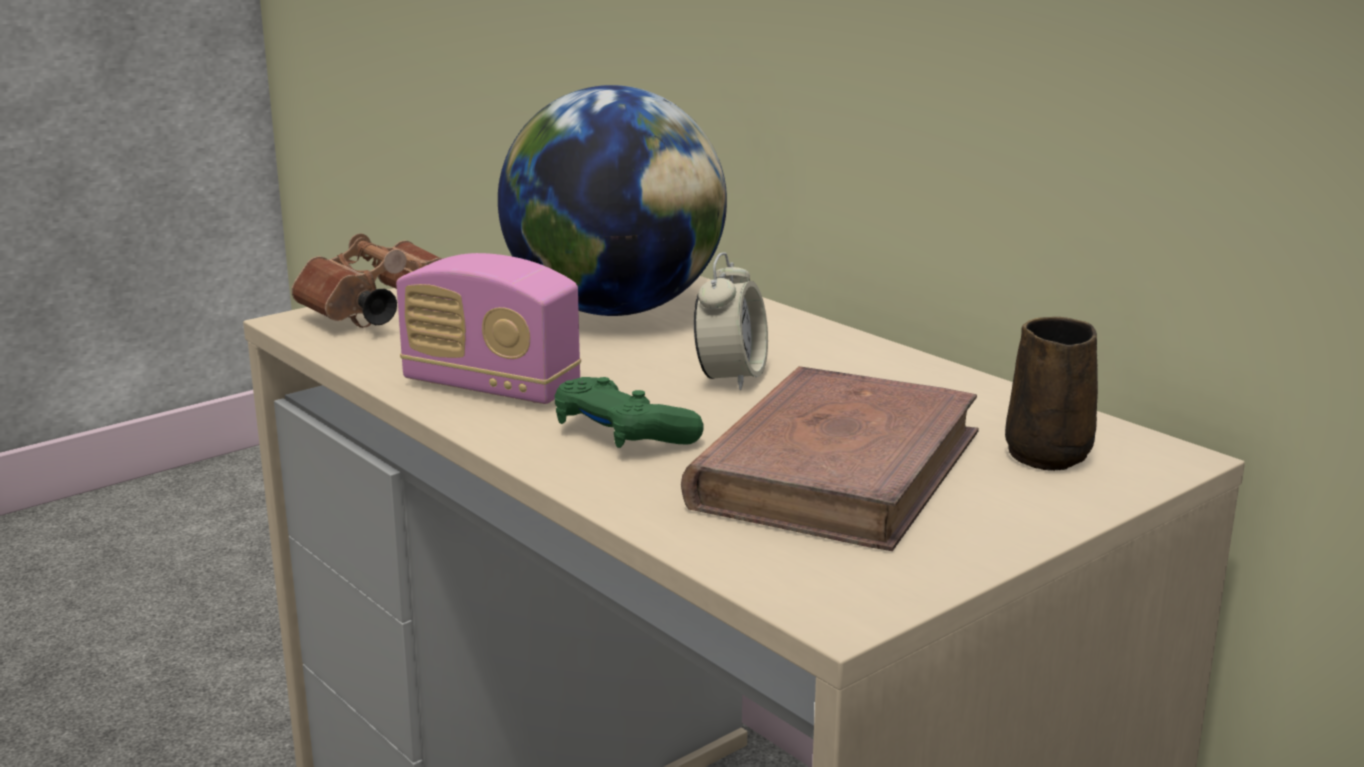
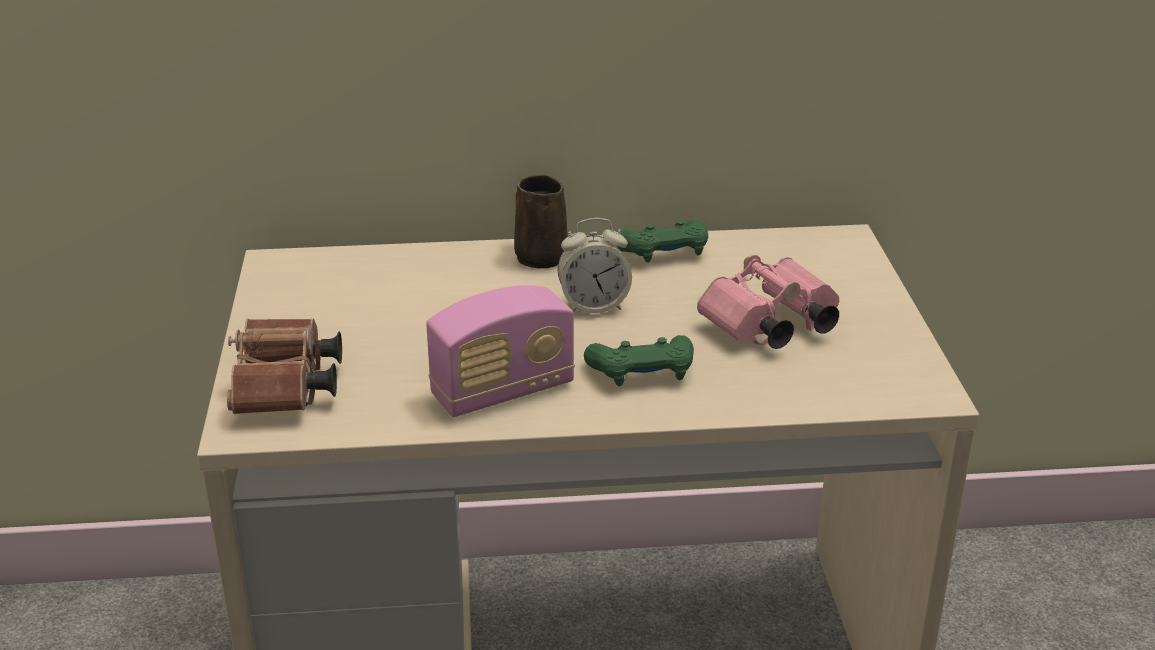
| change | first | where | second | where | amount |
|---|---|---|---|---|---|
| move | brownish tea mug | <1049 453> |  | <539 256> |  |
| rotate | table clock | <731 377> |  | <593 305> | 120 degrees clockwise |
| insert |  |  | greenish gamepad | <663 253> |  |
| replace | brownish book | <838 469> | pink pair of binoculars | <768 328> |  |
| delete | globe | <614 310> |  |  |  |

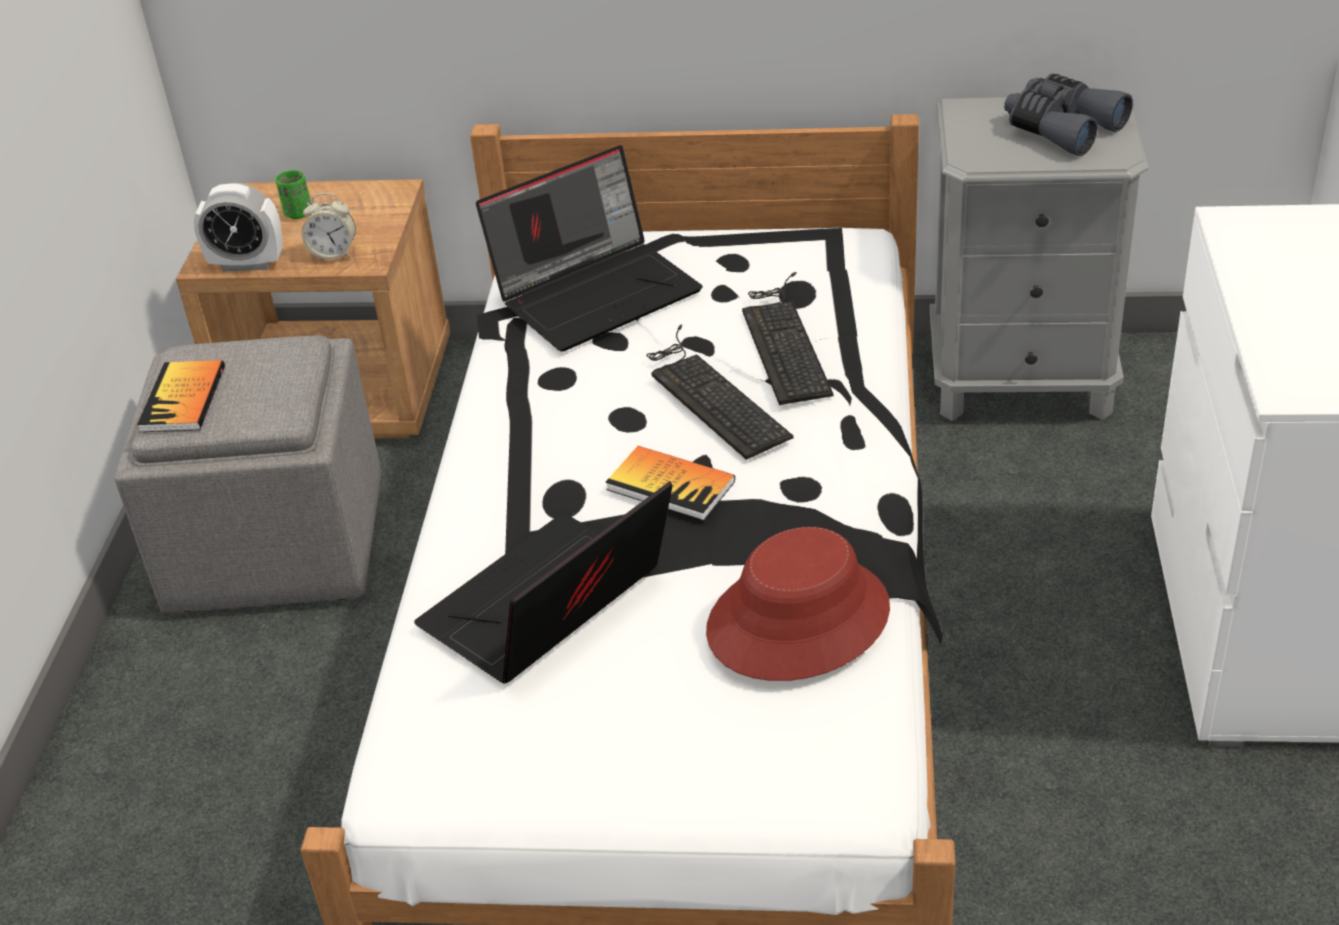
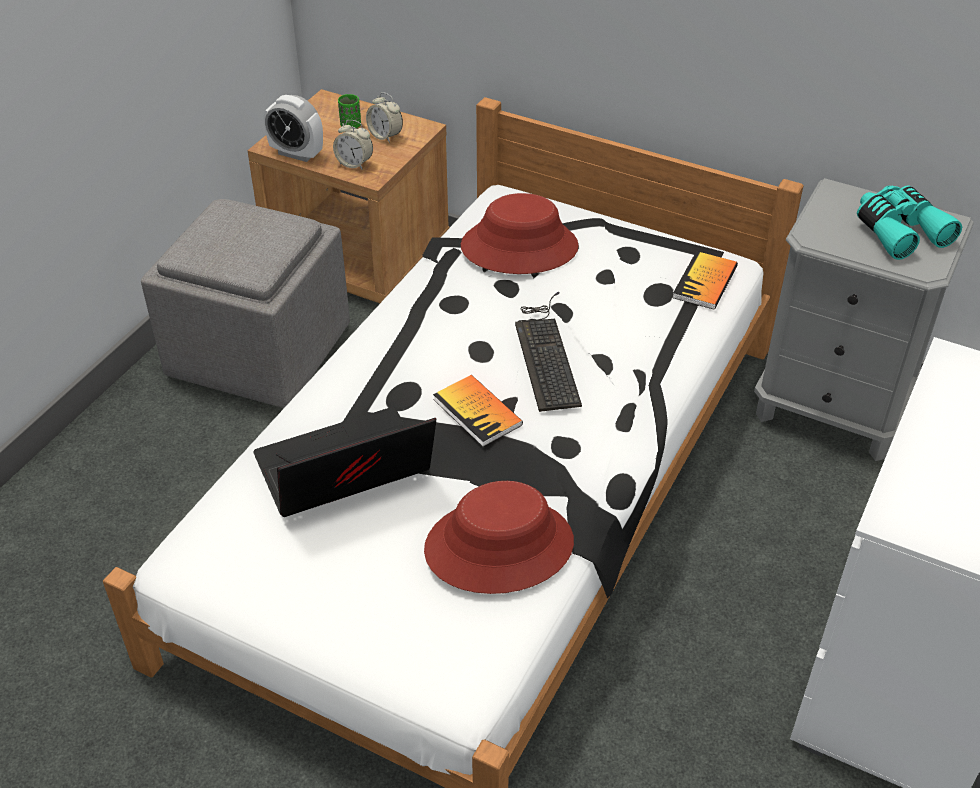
| change | first | where | second | where | amount |
|---|---|---|---|---|---|
| insert |  |  | table clock | <385 136> |  |
| replace | notebook computer | <597 292> | red-coloured hat | <519 247> |  |
| move | book | <183 399> |  | <705 282> |  |
| recolor | grey pair of binoculars | <1061 128> | blue-green pair of binoculars | <899 231> |  |
| delete | keyboard | <784 340> |  |  |  |

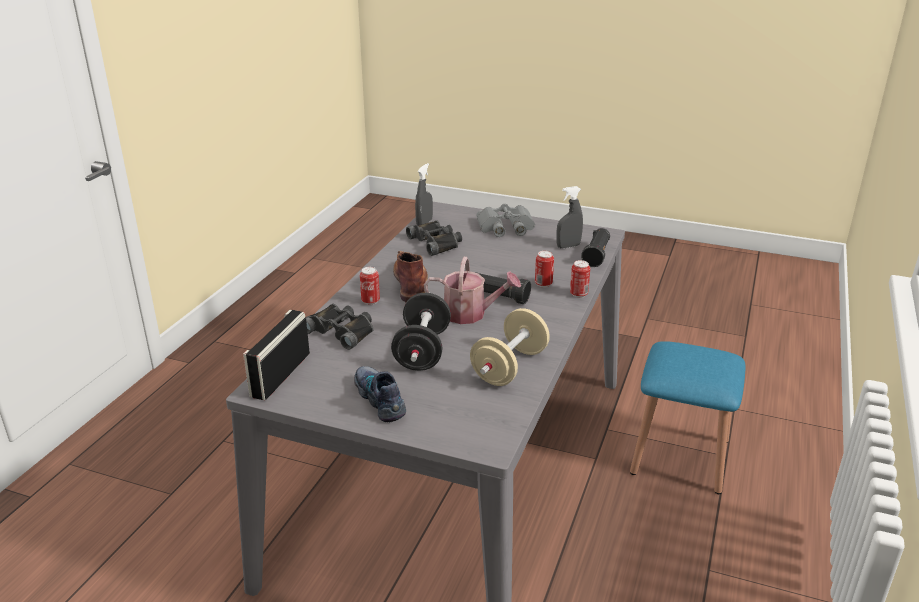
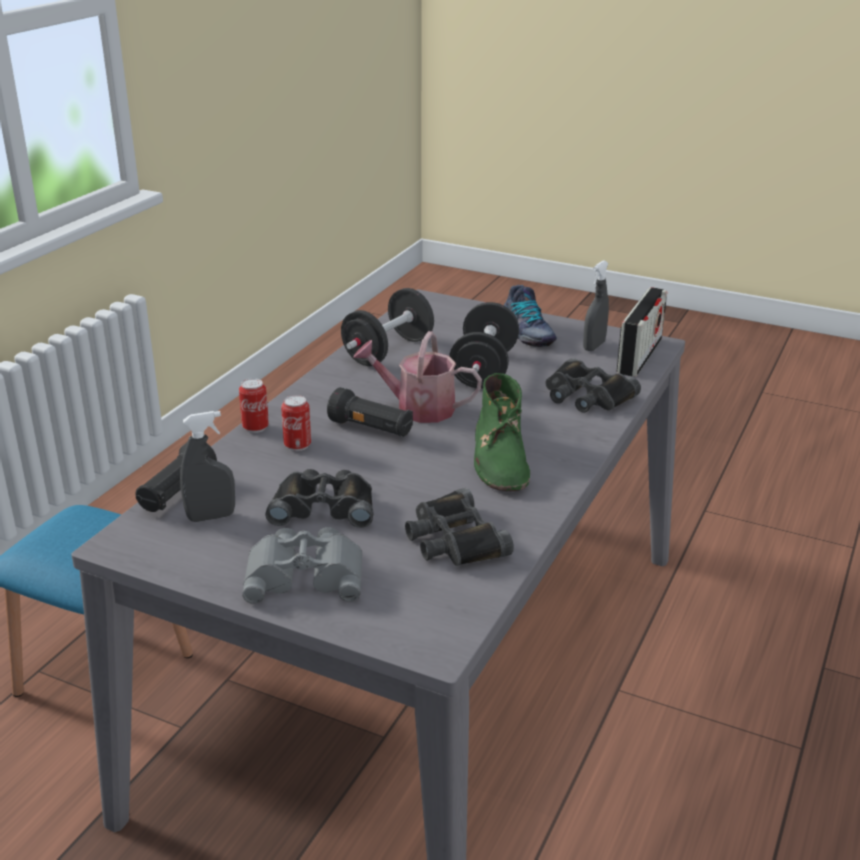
| change | first | where | second | where | amount |
|---|---|---|---|---|---|
| insert |  |  | blackish pair of binoculars | <323 506> |  |
| recolor | beige hand weight | <509 367> | blackish hand weight | <388 351> |  |
| recolor | brownish high-top boot | <411 282> | greenish high-top boot | <500 459> |  |
| move | grey hand sprayer | <424 223> |  | <594 346> |  |
| delete | can | <370 301> |  |  |  |

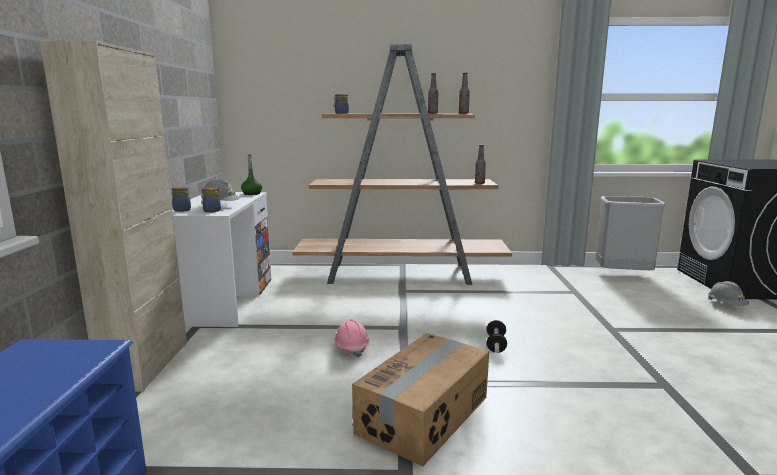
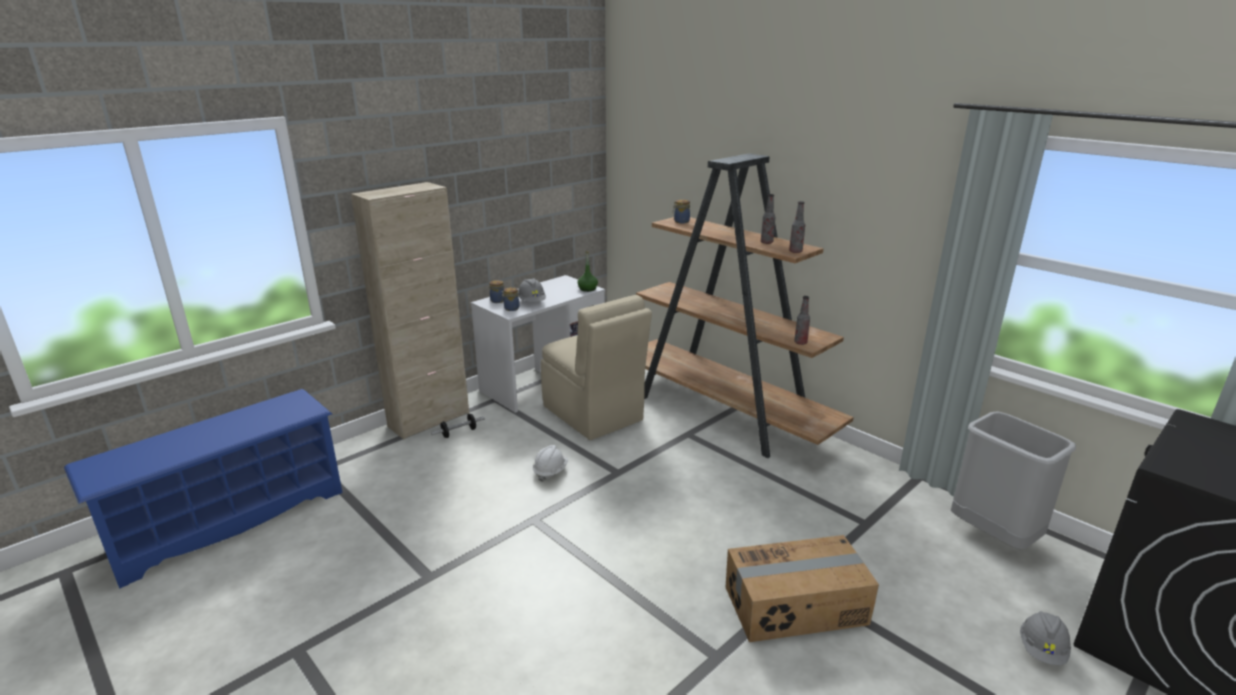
| change | first | where | second | where | amount |
|---|---|---|---|---|---|
| move | hand weight | <496 345> |  | <459 432> |  |
| recolor | pink hard hat | <351 348> | whitish hard hat | <550 471> |  |
| insert |  |  | beige upright chair | <594 414> |  |
| move | cardboard box | <425 415> |  | <796 606> |  |

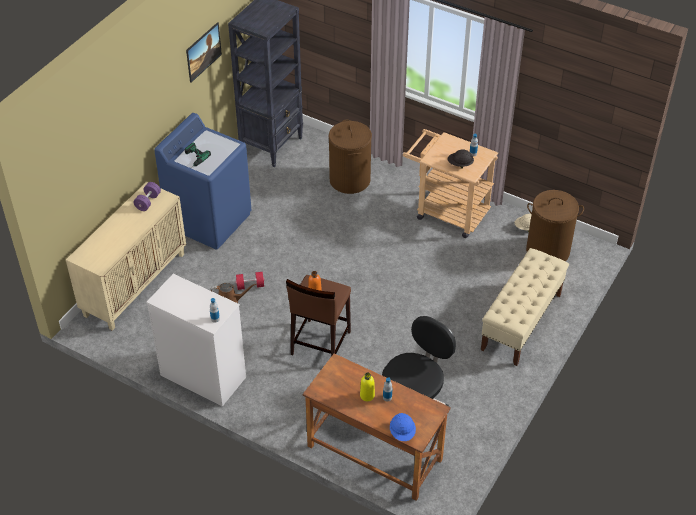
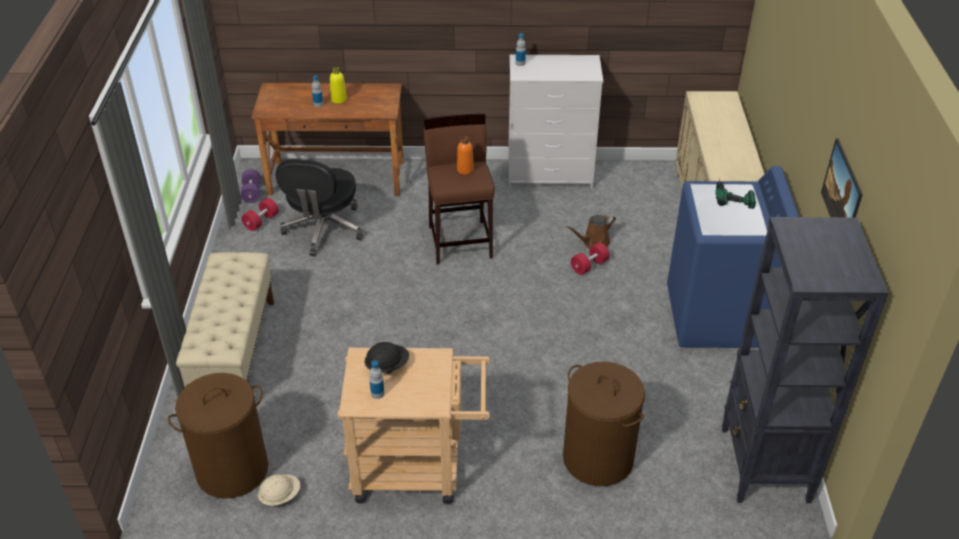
| change | first | where | second | where | amount |
|---|---|---|---|---|---|
| move | purple hand weight | <148 202> |  | <252 193> |  |
| insert |  |  | red-coloured hand weight | <261 221> |  |
| delete | bluish hard hat | <402 432> |  |  |  |

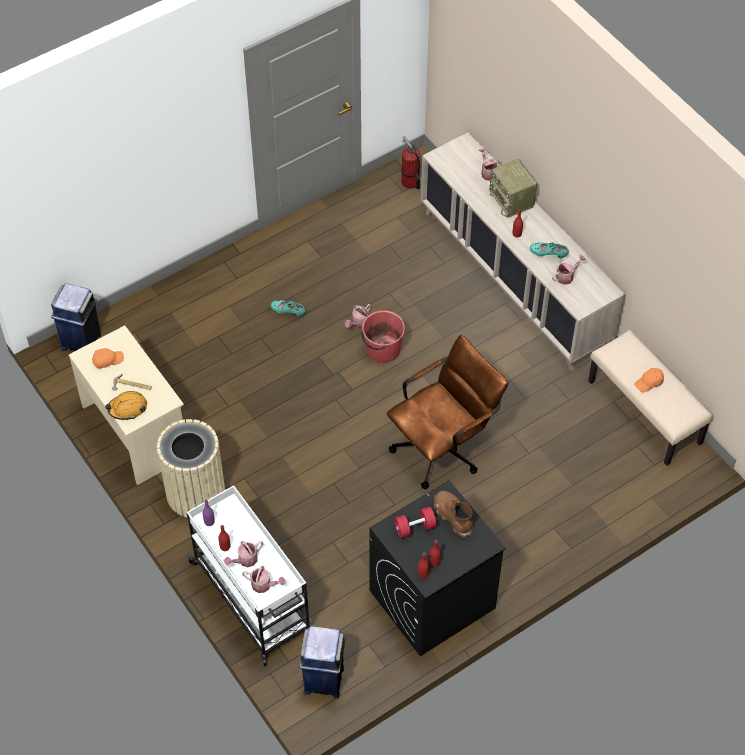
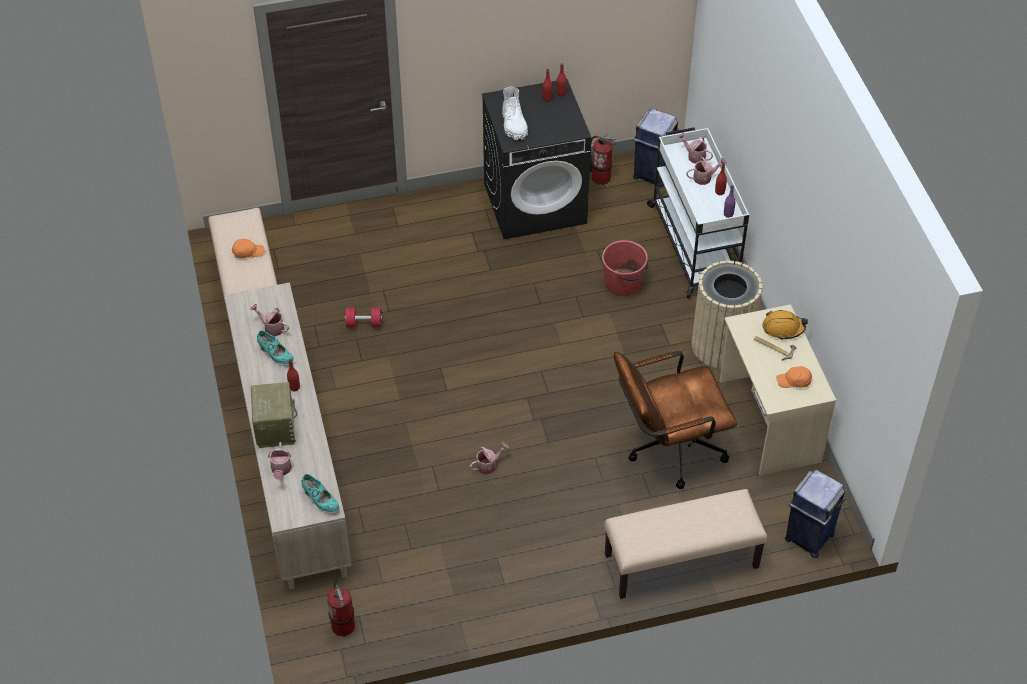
| change | first | where | second | where | amount |
|---|---|---|---|---|---|
| rotate | watering can | <566 276> |  | <271 327> | 45 degrees clockwise |
| move | blue-green low shoe | <288 312> |  | <320 501> |  |
| move | red-coloured hand weight | <415 527> |  | <364 324> |  |
| recolor | brownish high-top boot | <453 516> | whitish high-top boot | <514 125> |  |
| insert |  |  | extinguisher | <600 177> |  |
| move | red-coloured bucket | <382 349> |  | <624 283> |  |
| insert |  |  | beige bench | <681 562> |  |
| move | brownish desk chair | <444 446> |  | <668 449> |  |

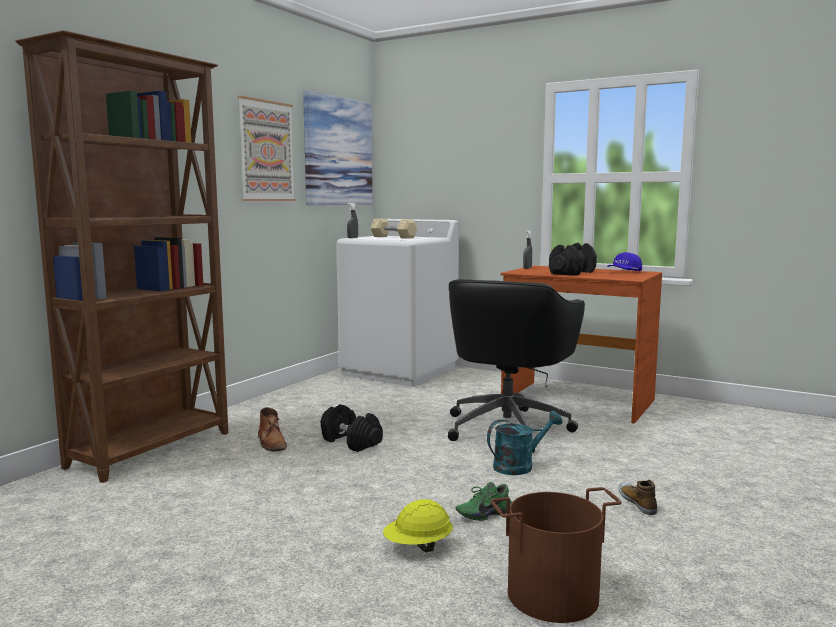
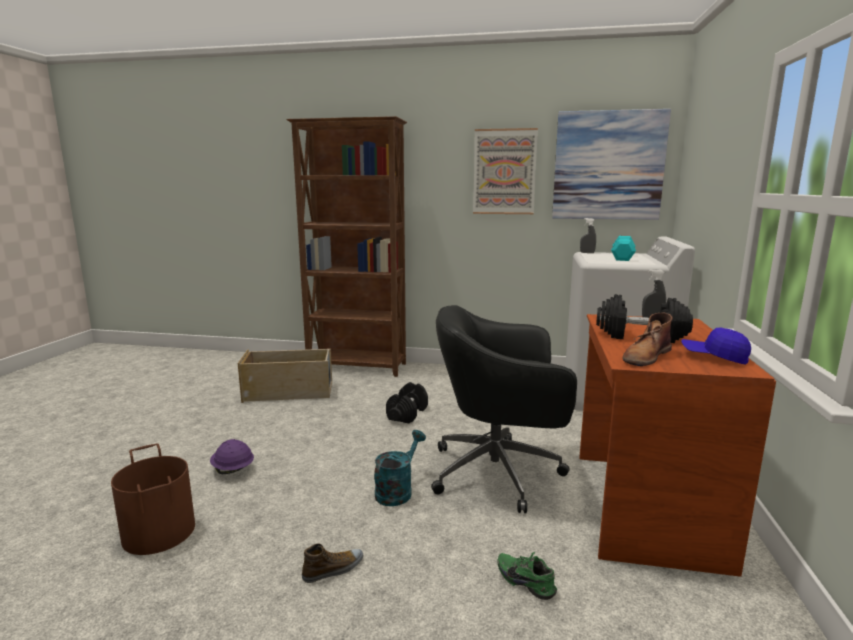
| change | first | where | second | where | amount |
|---|---|---|---|---|---|
| recolor | yellow hard hat | <418 547> | purple hard hat | <232 470> |  |
| insert |  |  | beige storage box | <289 392> |  |
| rotate | blue-green watering can | <519 466> |  | <397 491> | 105 degrees counterclockwise |
| move | greenish low shoe | <483 513> |  | <526 581> |  |
| recolor | beige hand weight | <393 237> | blue-green hand weight | <622 257> |  |
| move | brownish high-top boot | <271 442> |  | <646 356> |  |

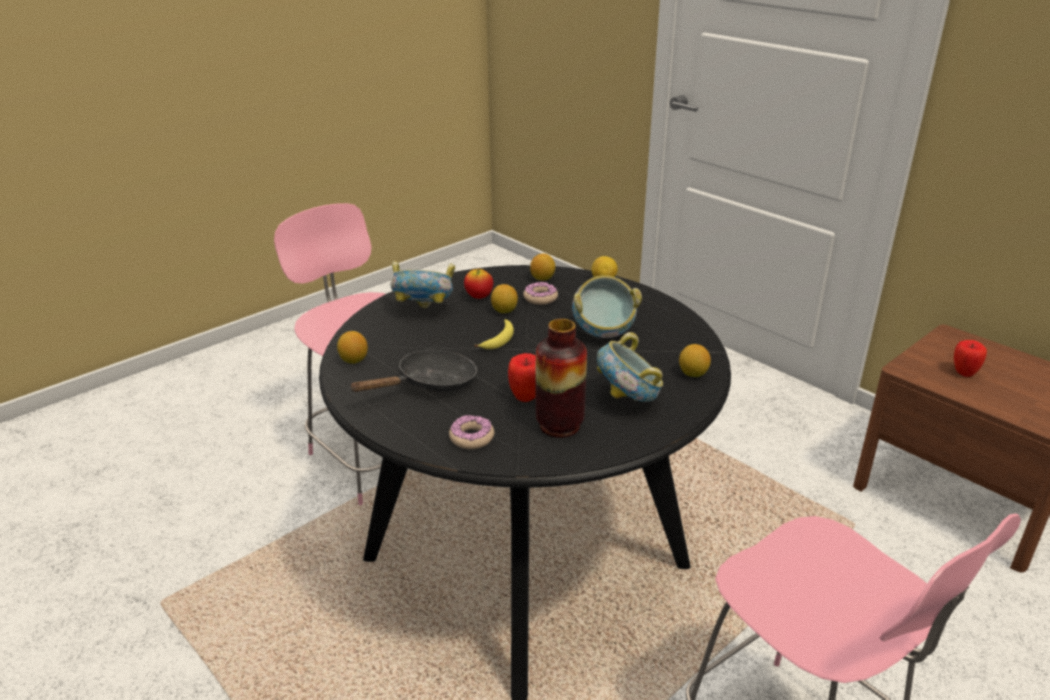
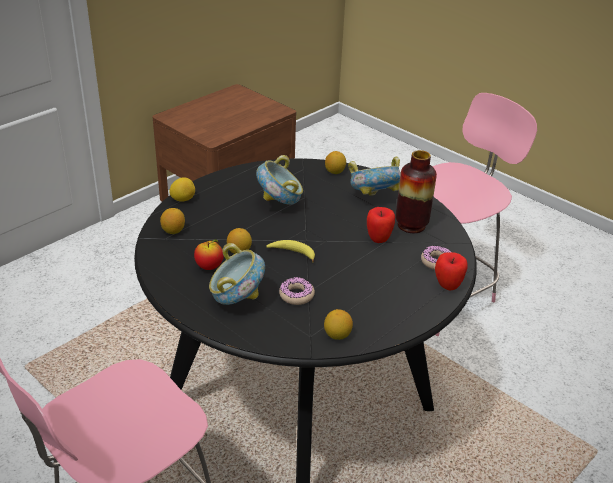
| change | first | where | second | where | amount |
|---|---|---|---|---|---|
| move | donut | <540 298> |  | <296 295> |  |
| move | apple | <964 373> |  | <447 286> |  |
| delete | blackish pan | <430 384> |  |  |  |

